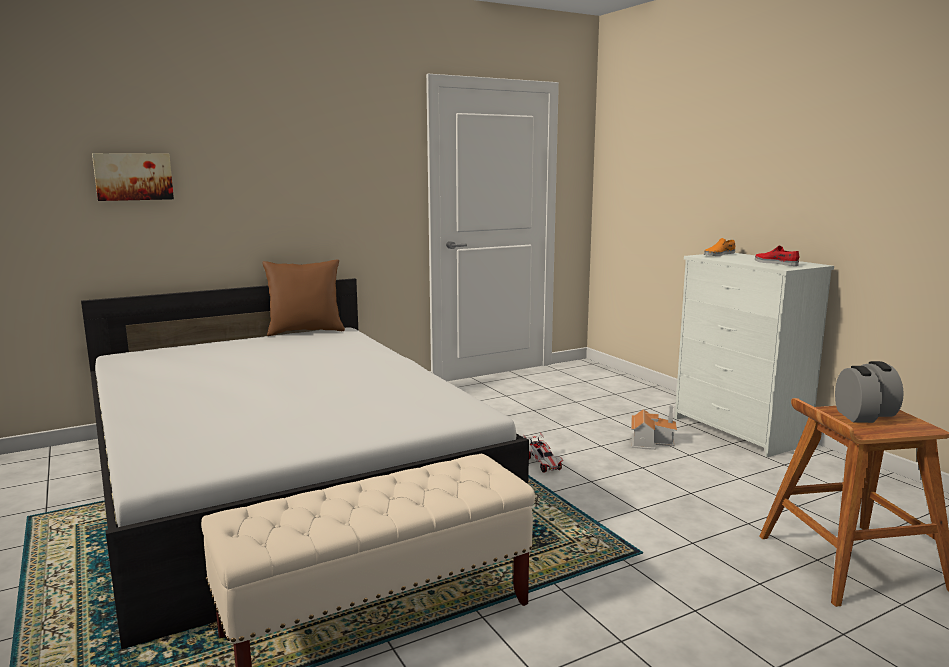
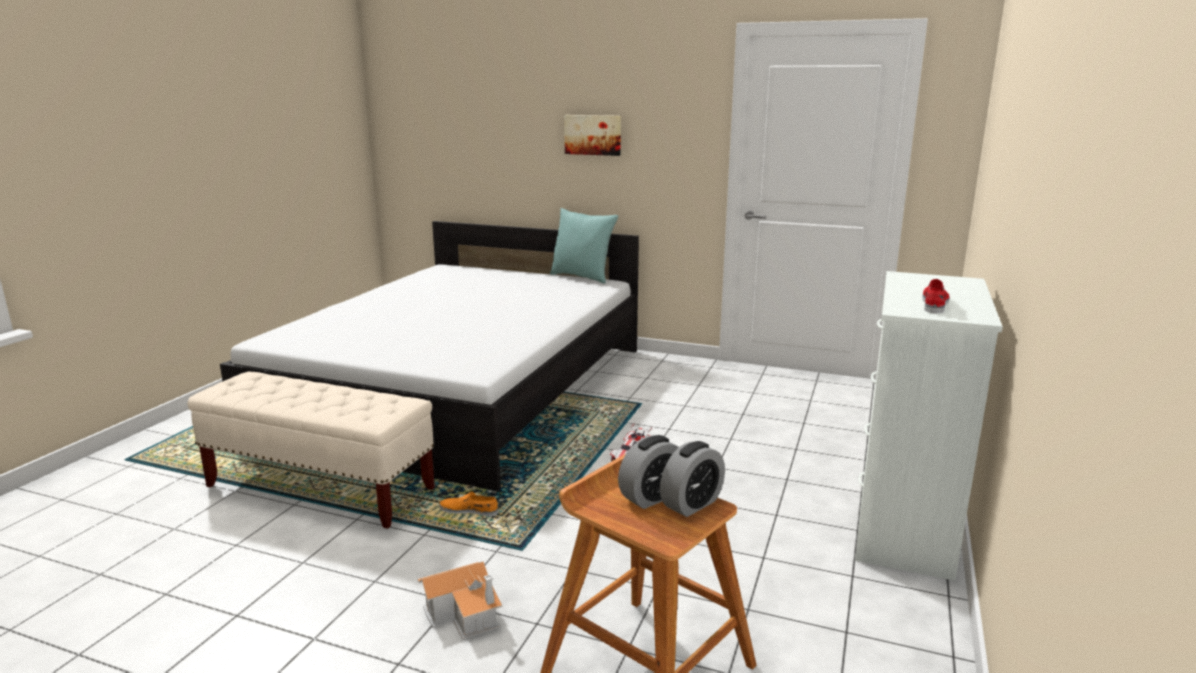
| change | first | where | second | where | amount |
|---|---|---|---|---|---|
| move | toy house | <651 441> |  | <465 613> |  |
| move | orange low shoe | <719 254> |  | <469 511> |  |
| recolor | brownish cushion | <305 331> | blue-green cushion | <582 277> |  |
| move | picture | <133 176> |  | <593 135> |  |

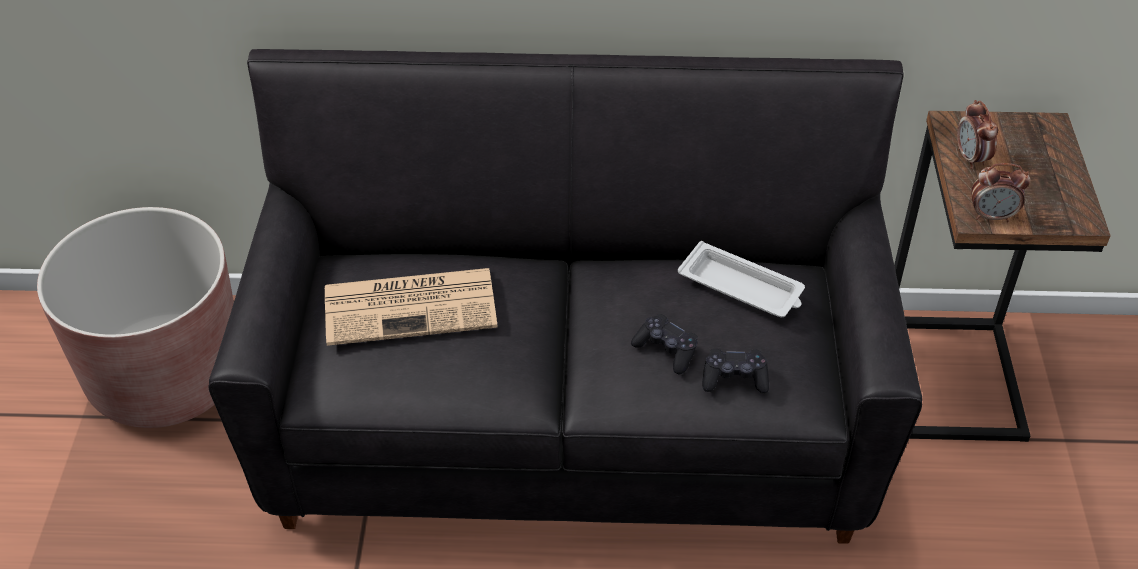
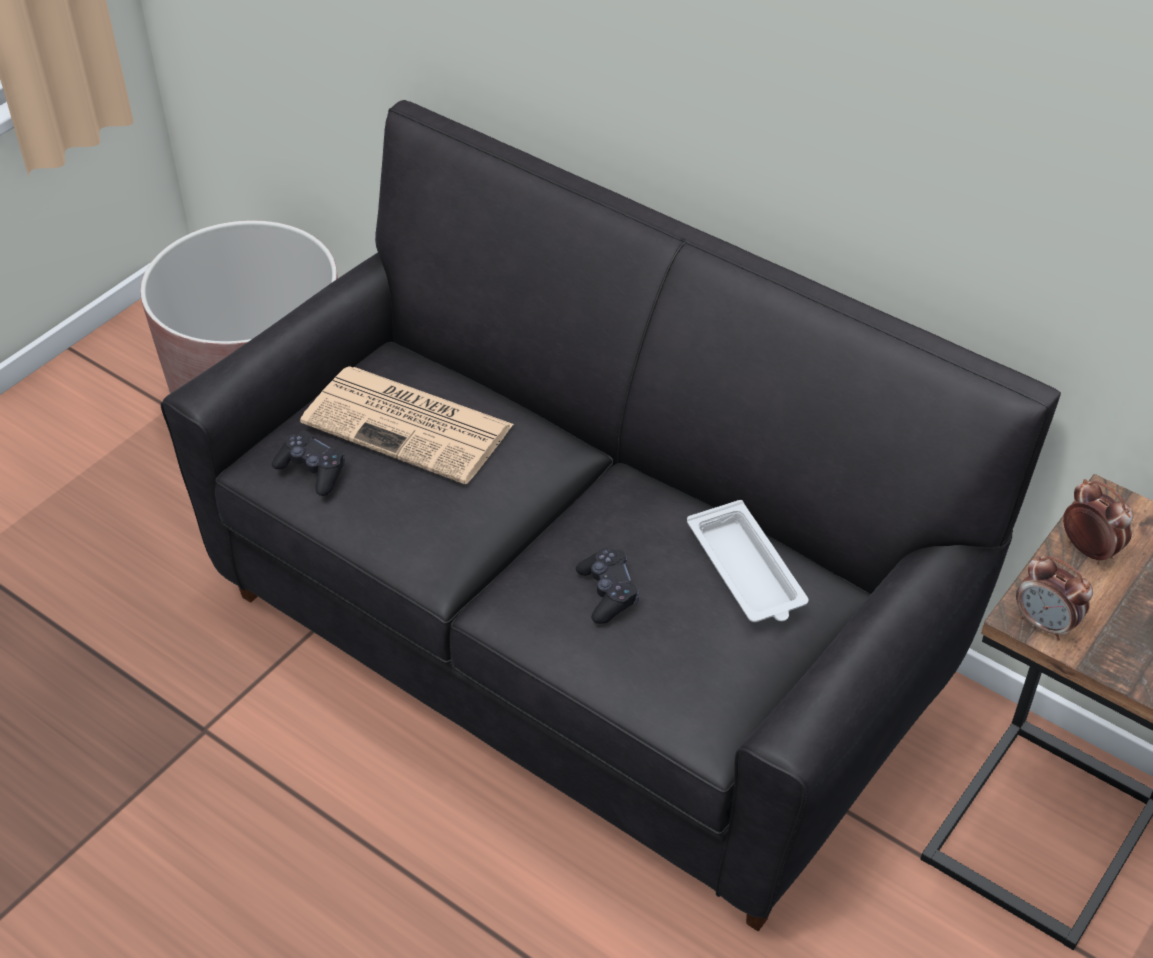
| change | first | where | second | where | amount |
|---|---|---|---|---|---|
| move | blackish gamepad | <734 378> |  | <312 471> |  |
| rotate | table clock | <971 159> |  | <1088 550> | 120 degrees clockwise |

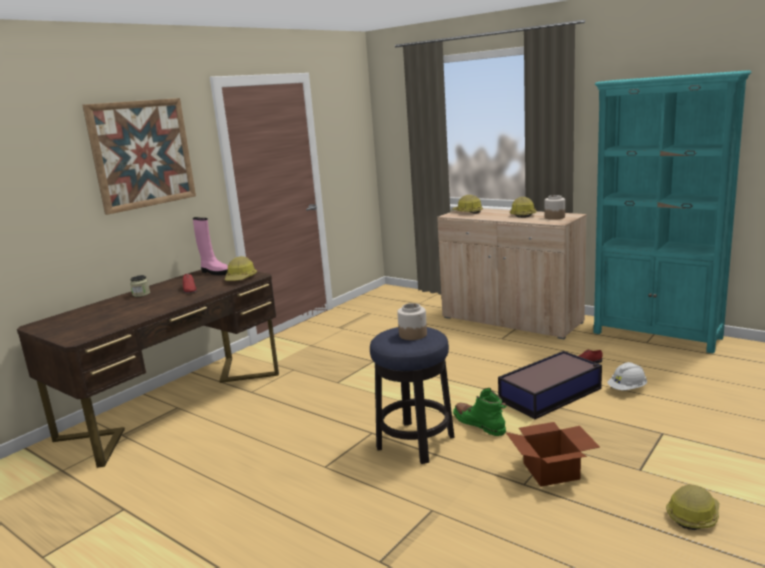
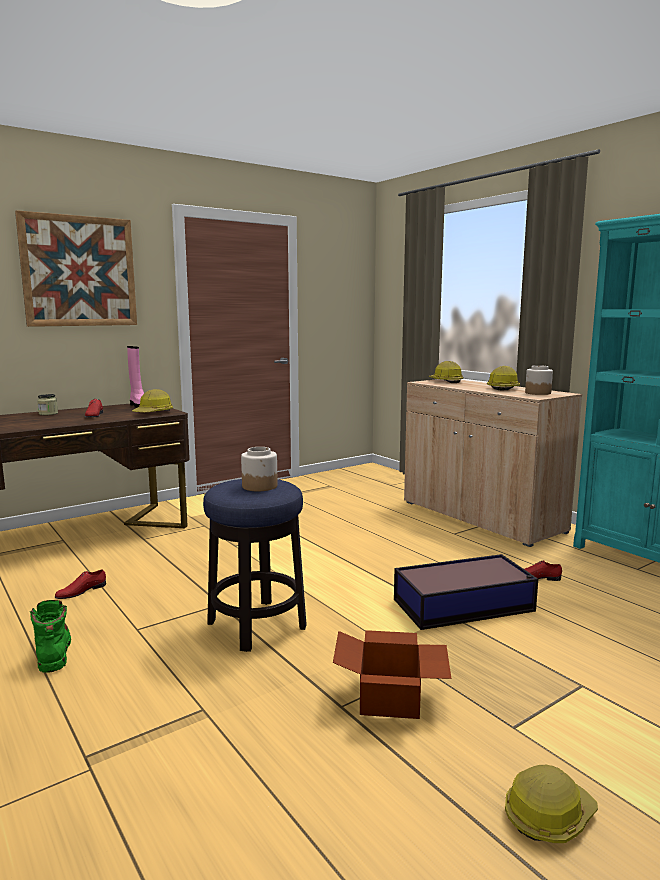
| change | first | where | second | where | amount |
|---|---|---|---|---|---|
| move | greenish high-top boot | <479 424> |  | <53 650> |  |
| insert |  |  | red-coloured low shoe | <80 591> |  |
| delete | whitish hard hat | <627 389> |  |  |  |

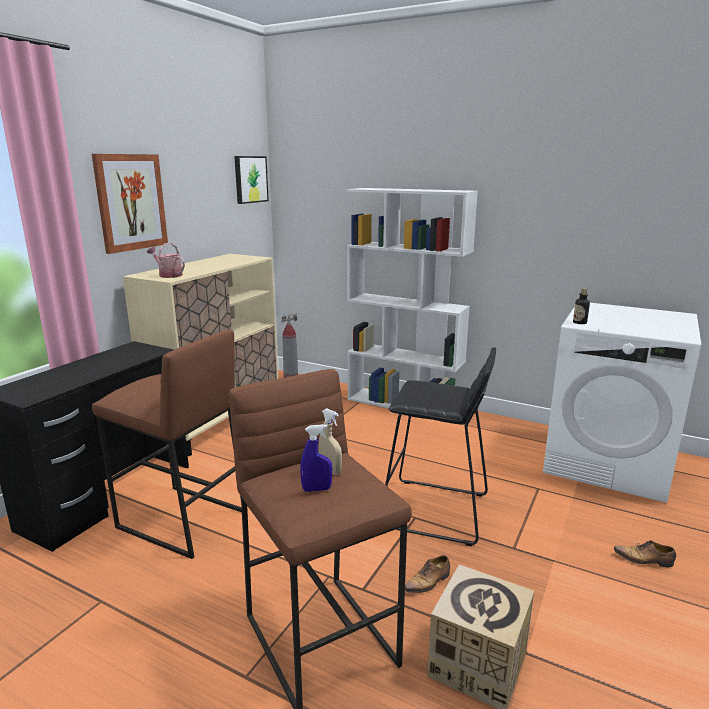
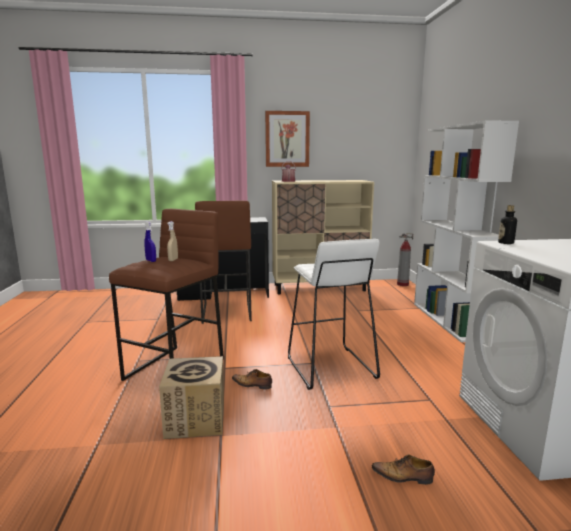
| change | first | where | second | where | amount |
|---|---|---|---|---|---|
| recolor | blackish sitting stool | <436 511> | whitish sitting stool | <330 368> |  |
| rotate | low shoe | <644 560> |  | <403 477> | 60 degrees counterclockwise |
| delete | picture | <250 179> |  |  |  |

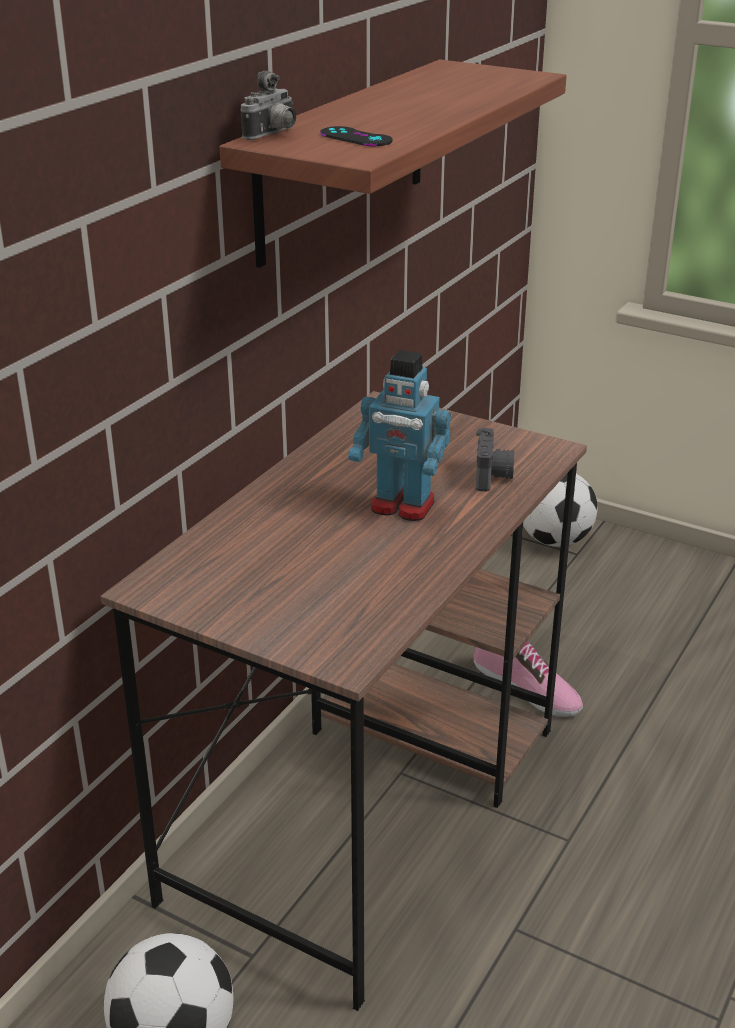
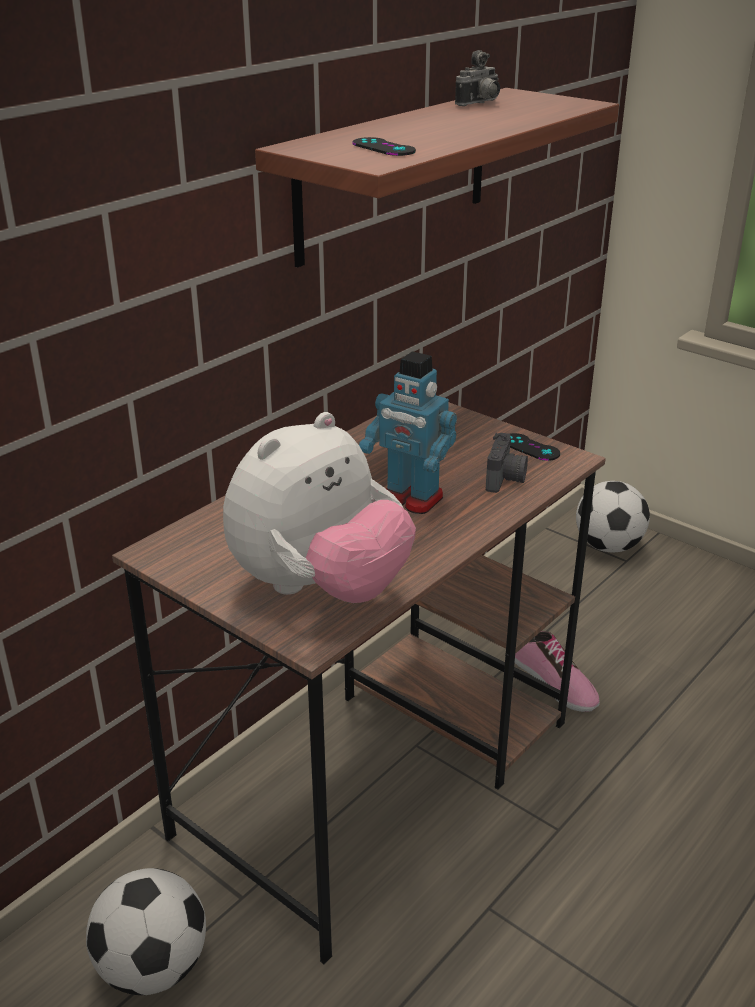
| change | first | where | second | where | amount |
|---|---|---|---|---|---|
| insert |  |  | soft toy | <320 588> |  |
| move | still camera | <273 135> |  | <480 103> |  |
| insert |  |  | blackish gamepad | <530 447> |  |

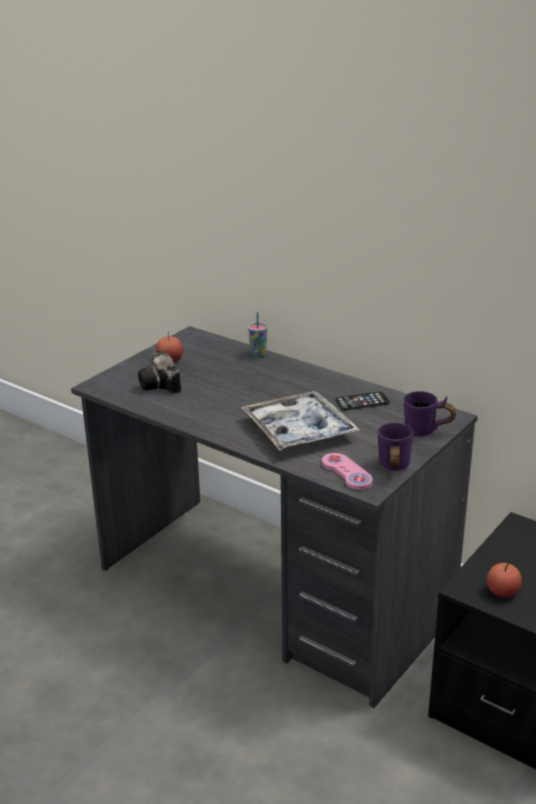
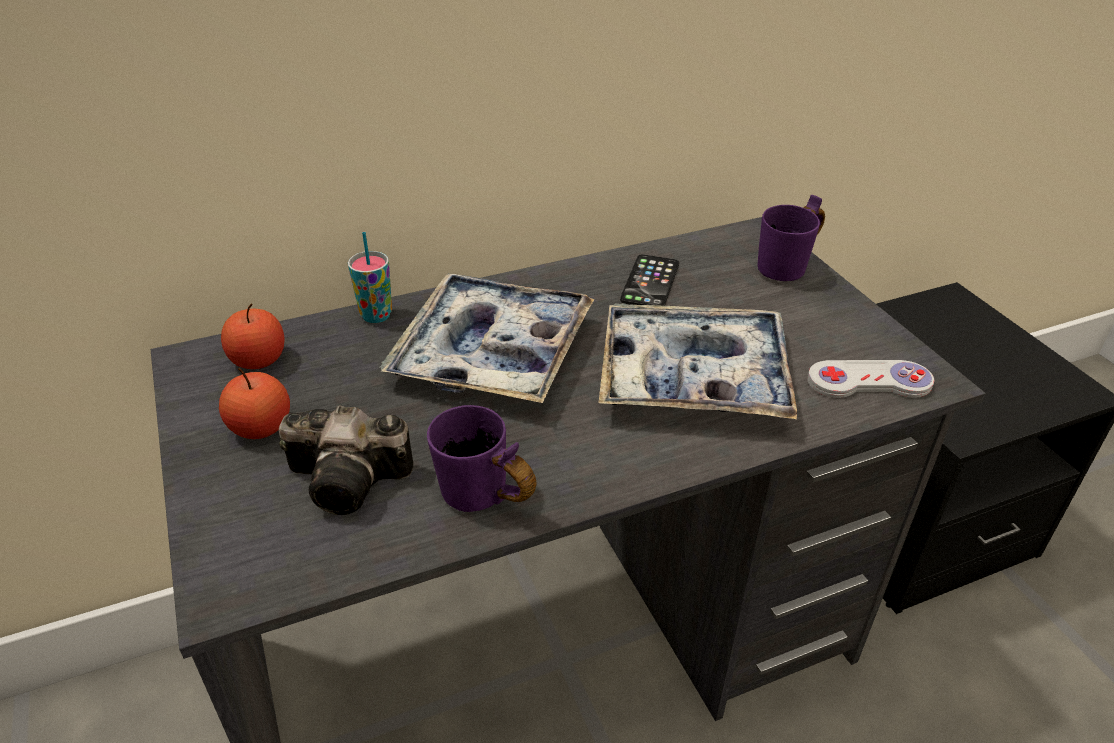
| change | first | where | second | where | amount |
|---|---|---|---|---|---|
| move | apple | <502 592> |  | <258 360> |  |
| insert |  |  | serving tray | <492 352> |  |
| move | purple tea mug | <390 469> |  | <479 504> |  |
| recolor | pink gamepad | <346 473> | whitish gamepad | <869 382> |  |

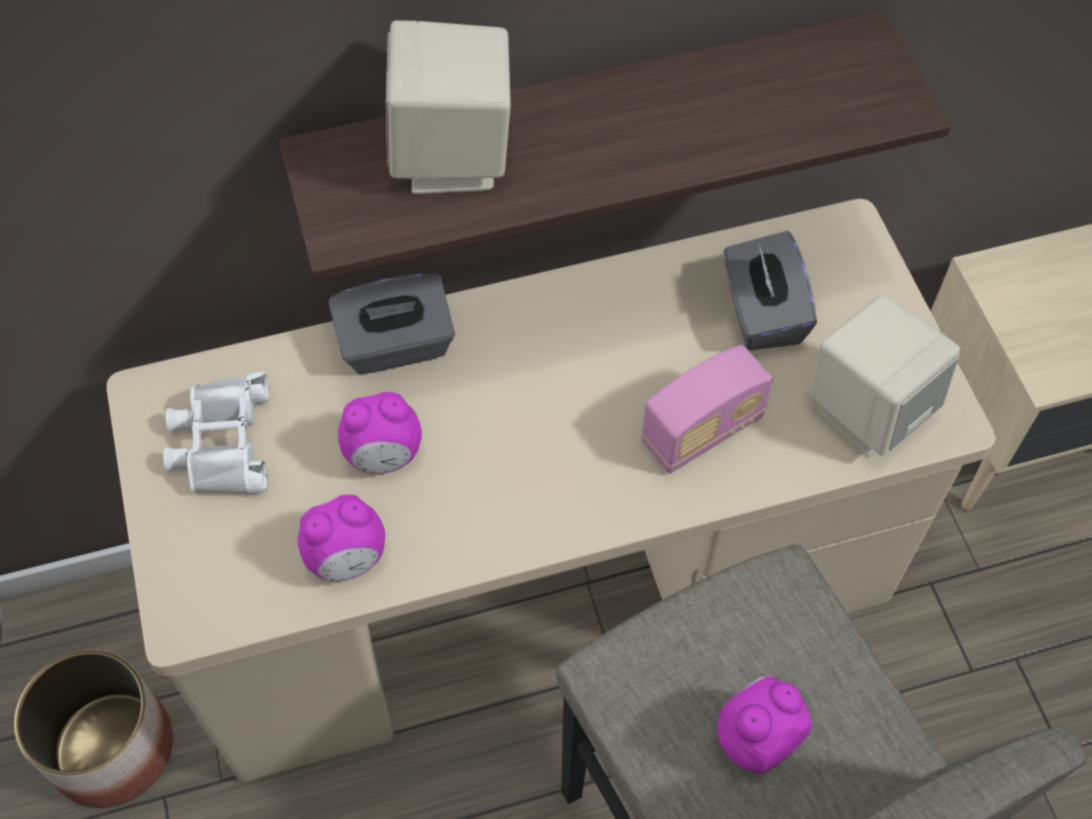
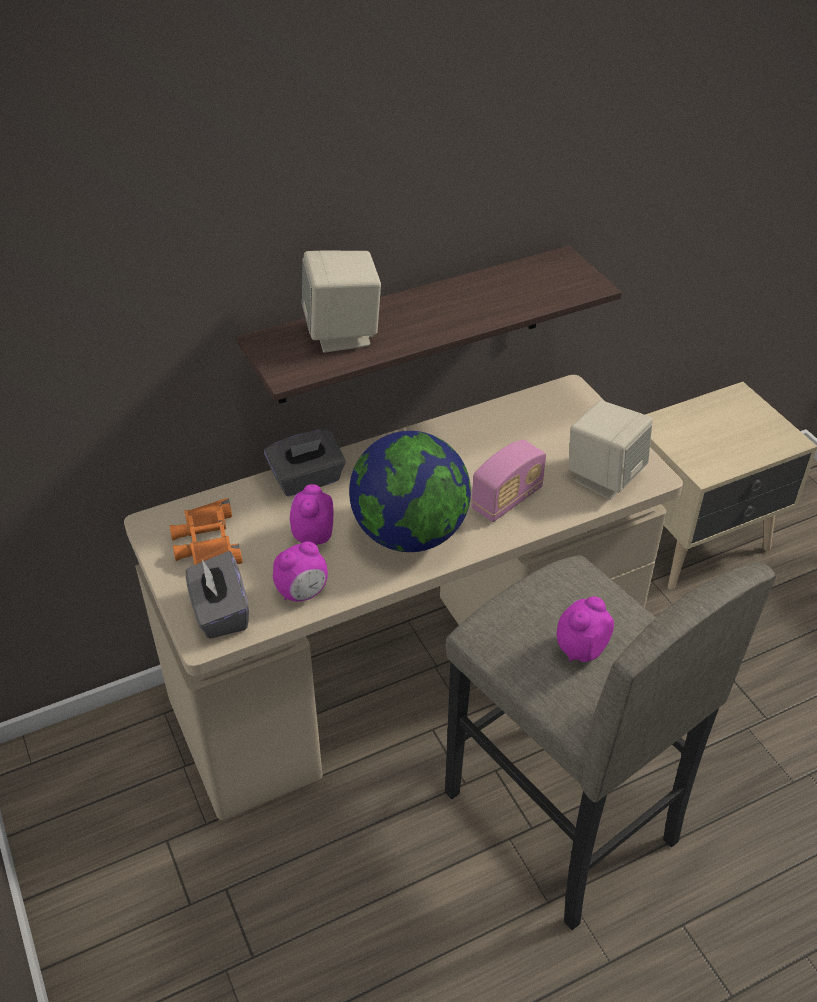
| change | first | where | second | where | amount |
|---|---|---|---|---|---|
| recolor | whitish pair of binoculars | <221 442> | orange pair of binoculars | <206 542> |  |
| move | grey tissue holder | <761 313> |  | <220 612> |  |
| rotate | table clock | <384 456> |  | <313 536> | 120 degrees clockwise |
| insert |  |  | globe | <409 534> |  |
| delete | planter | <112 746> |  |  |  |

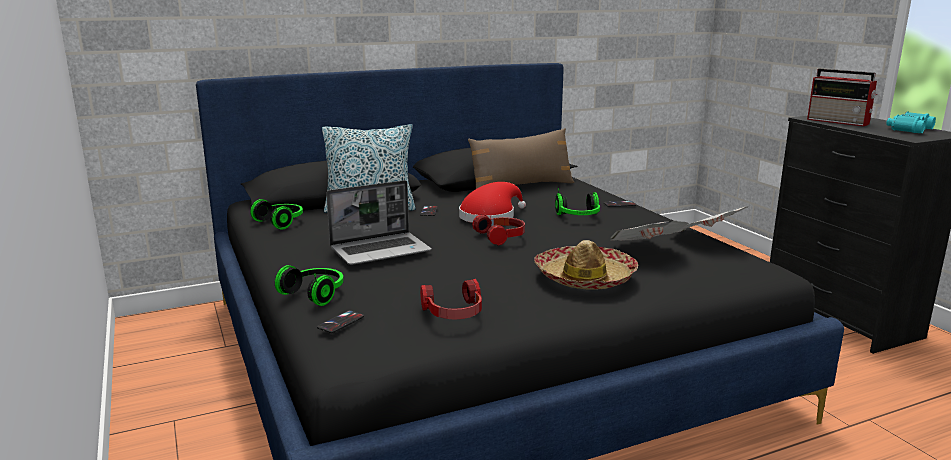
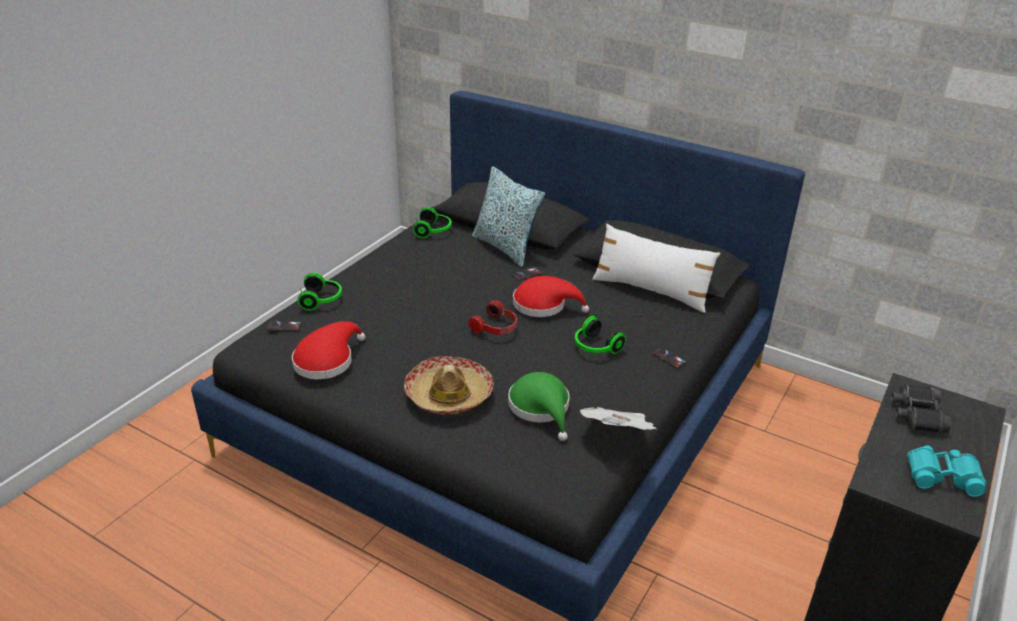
| change | first | where | second | where | amount |
|---|---|---|---|---|---|
| replace | headphones | <454 313> | red-coloured hat | <327 360> |  |
| replace | newspaper | <646 251> | greenish hat | <541 408> |  |
| recolor | brownish cushion | <521 187> | whitish cushion | <651 291> |  |
| replace | radio | <839 122> | blackish pair of binoculars | <916 414> |  |
| delete | notebook computer | <381 250> |  |  |  |

